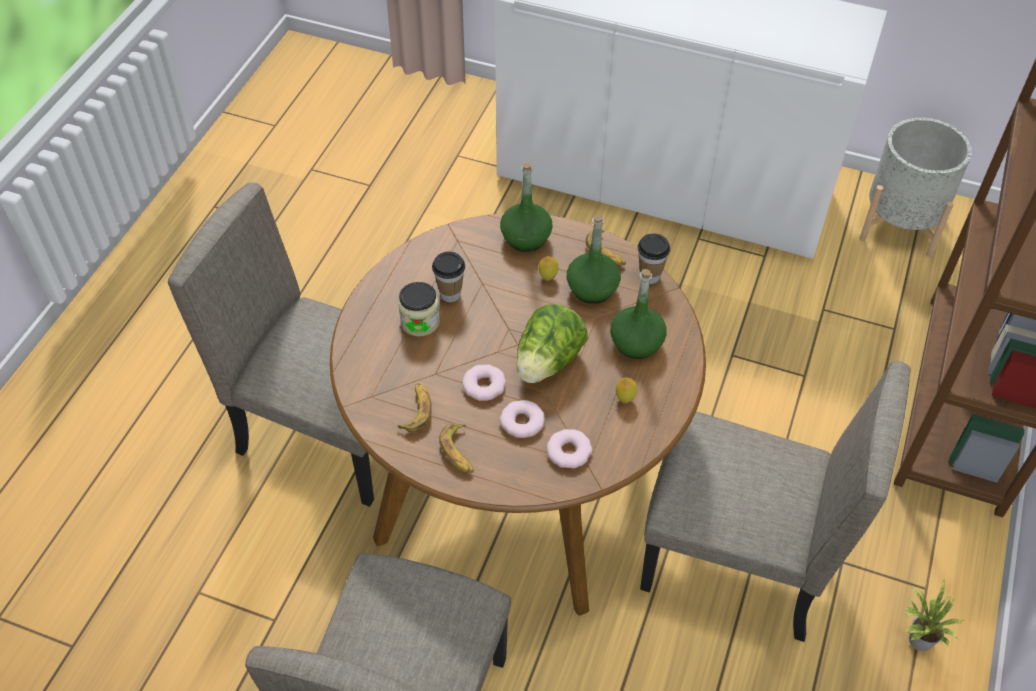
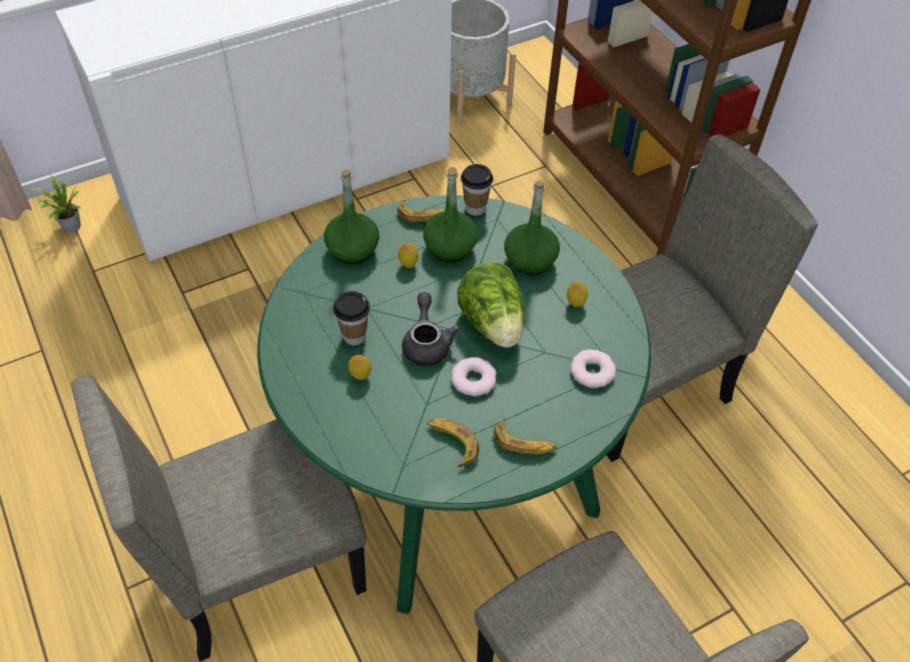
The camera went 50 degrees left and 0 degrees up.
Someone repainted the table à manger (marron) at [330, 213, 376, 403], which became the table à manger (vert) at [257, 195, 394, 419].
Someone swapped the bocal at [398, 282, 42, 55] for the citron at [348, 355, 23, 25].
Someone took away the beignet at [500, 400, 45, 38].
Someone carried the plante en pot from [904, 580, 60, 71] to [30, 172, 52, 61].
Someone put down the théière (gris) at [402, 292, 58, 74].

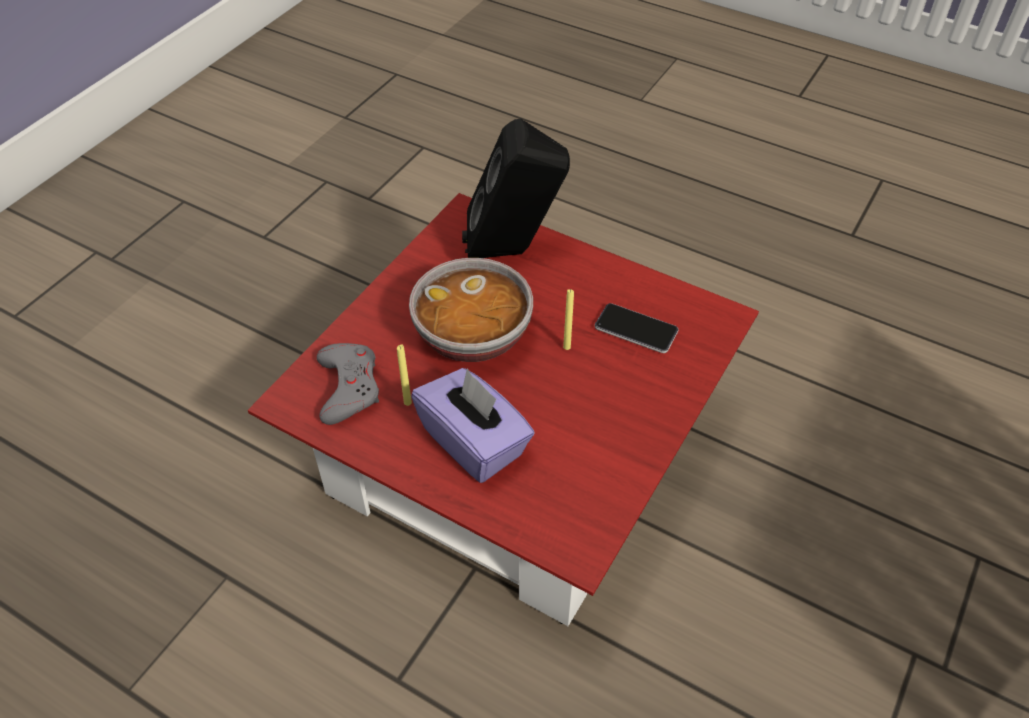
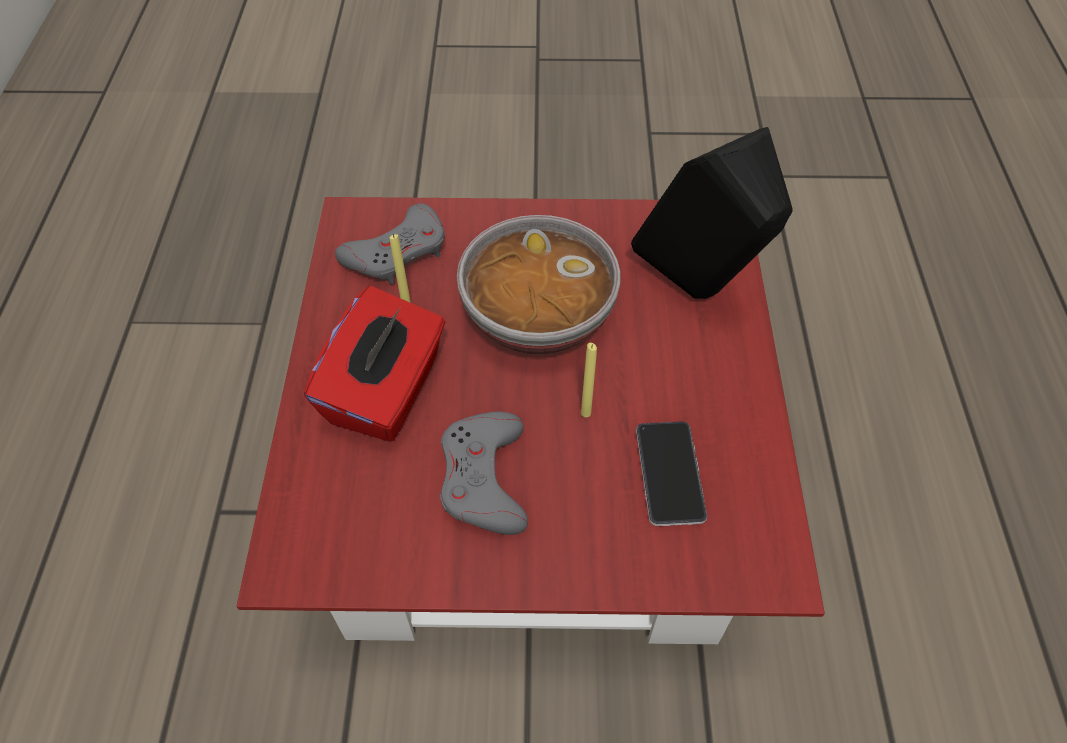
The camera went 60 degrees right and 5 degrees up.
Someone repainted the boîte à mouchoirs (violet) at [411, 368, 124, 115], which became the boîte à mouchoirs (rouge) at [304, 286, 141, 156].
Someone put down the manette (gris) at [440, 412, 88, 123].

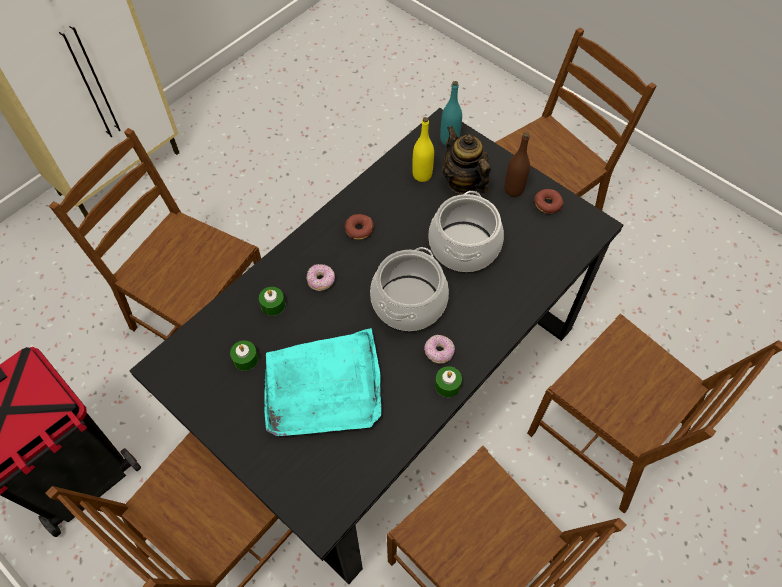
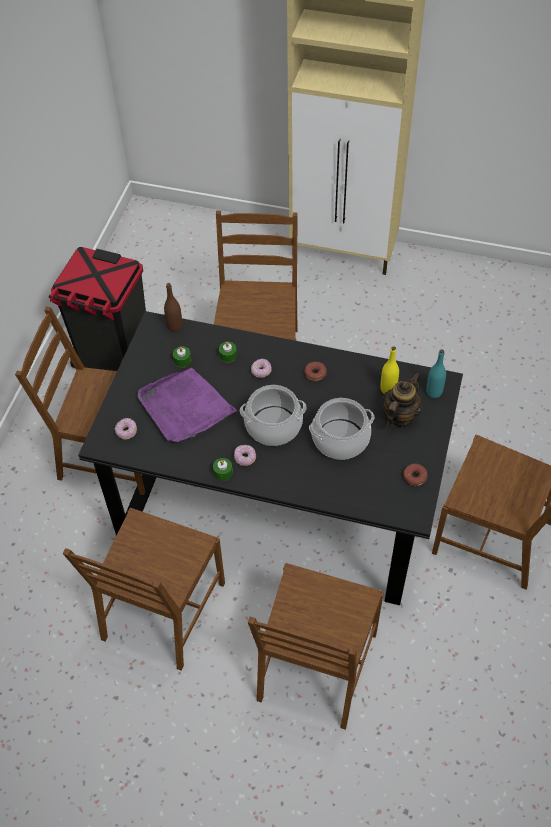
The camera went 65 degrees right and 5 degrees down.
Someone carried the bouteille (marron) from [504, 132, 26, 65] to [164, 283, 19, 49].
Someone repainted the plateau (turquoise) at [264, 328, 117, 108], which became the plateau (violet) at [138, 368, 99, 74].
Someone put down the beignet at [115, 418, 22, 21].

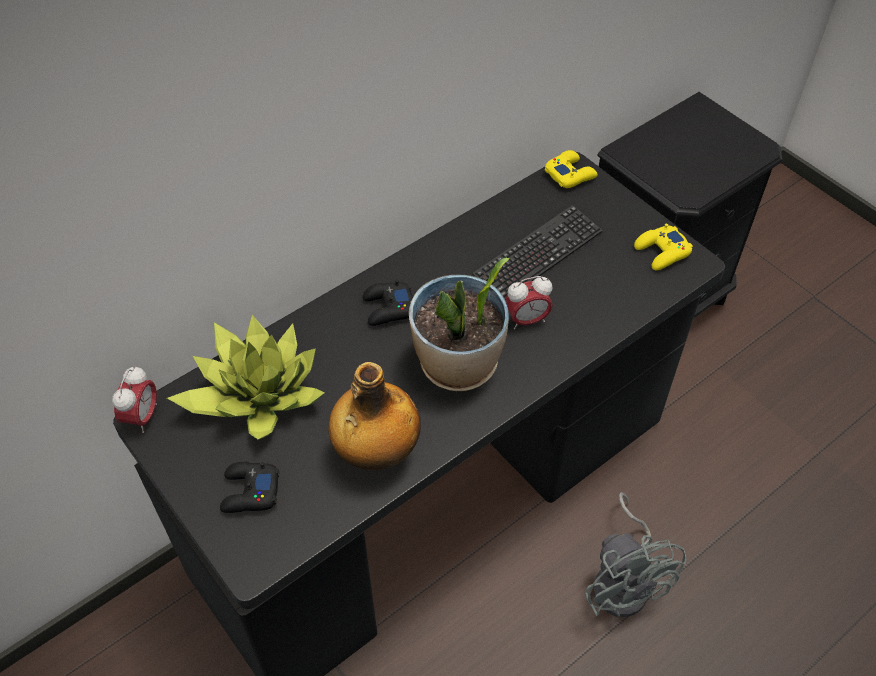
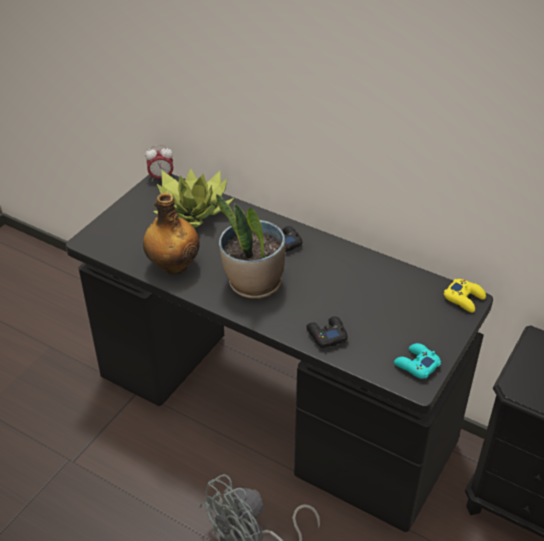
The camera went 70 degrees right and 10 degrees down.
Someone took away the clavier at [472, 205, 131, 94].
Someone repainted the manette (jaune) at [634, 224, 59, 46], which became the manette (turquoise) at [394, 343, 47, 36].
Someone took away the réveil at [505, 276, 48, 53].
Someone carried the manette (noir) from [220, 462, 59, 51] to [306, 316, 42, 32].

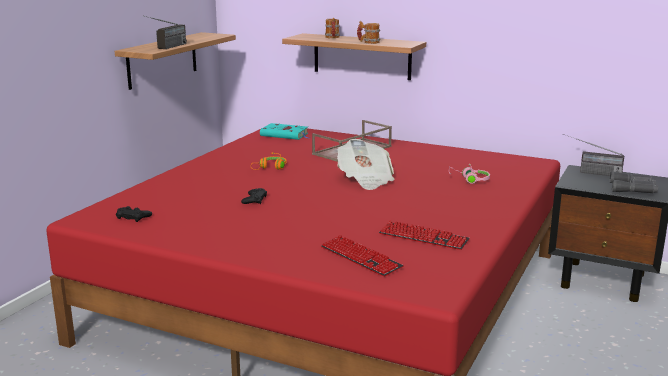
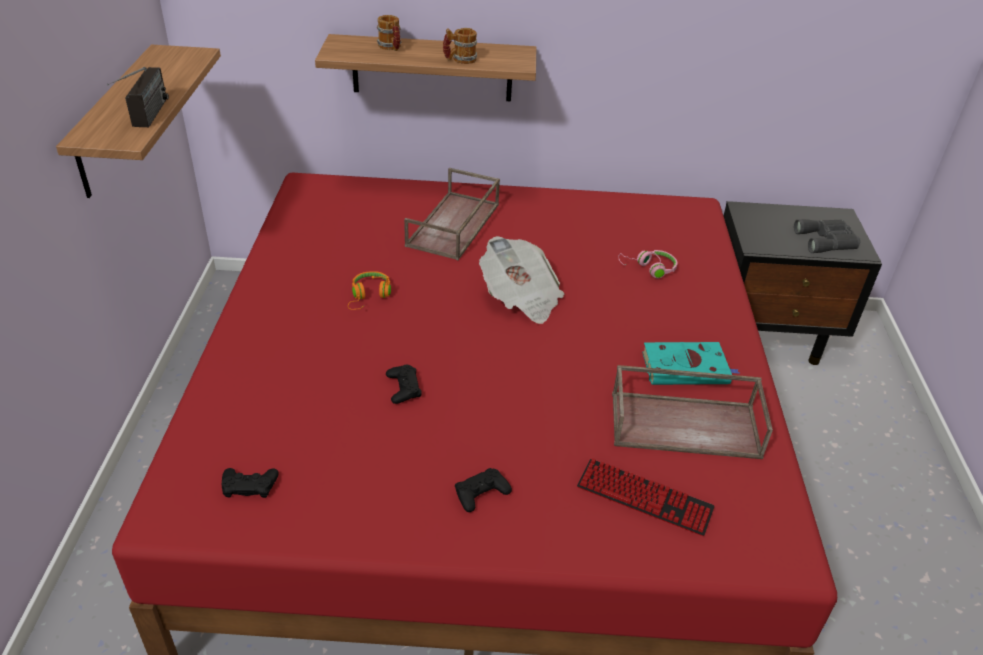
The camera went 25 degrees left and 20 degrees up.
Someone carried the livre (turquoise) from [260, 123, 50, 17] to [642, 342, 98, 43].
Someone took away the radio at [566, 135, 58, 41].
Someone swapped the clavier at [379, 221, 91, 29] for the plateau (marron) at [612, 365, 161, 94].
Someone put down the manette (noir) at [455, 468, 57, 44].

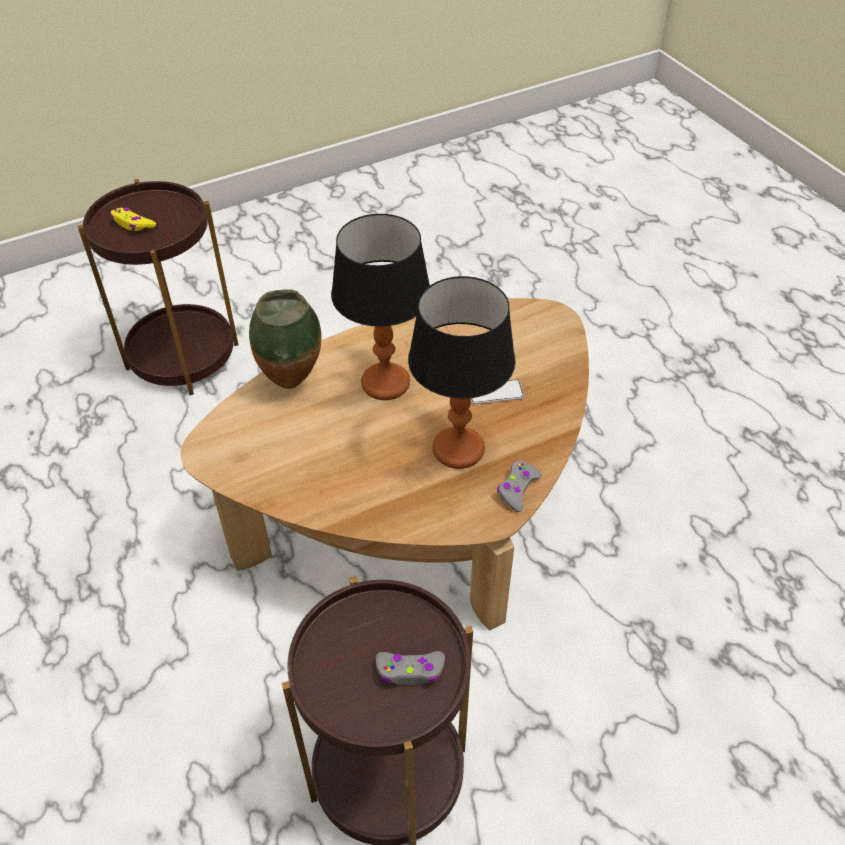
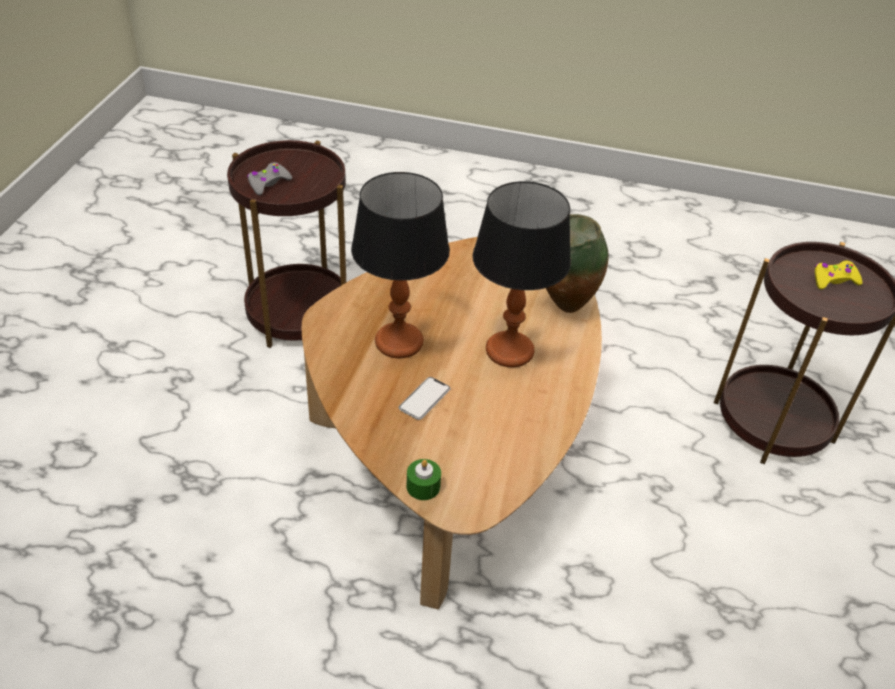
The camera went 130 degrees right and 5 degrees down.
Someone took away the manette (gris) at [497, 460, 45, 52].
Someone put down the bougie (vert) at [407, 459, 34, 41].

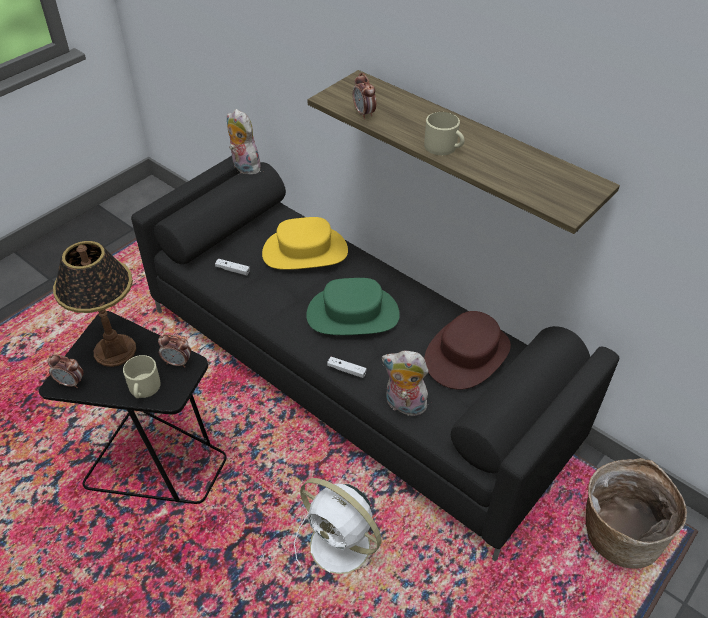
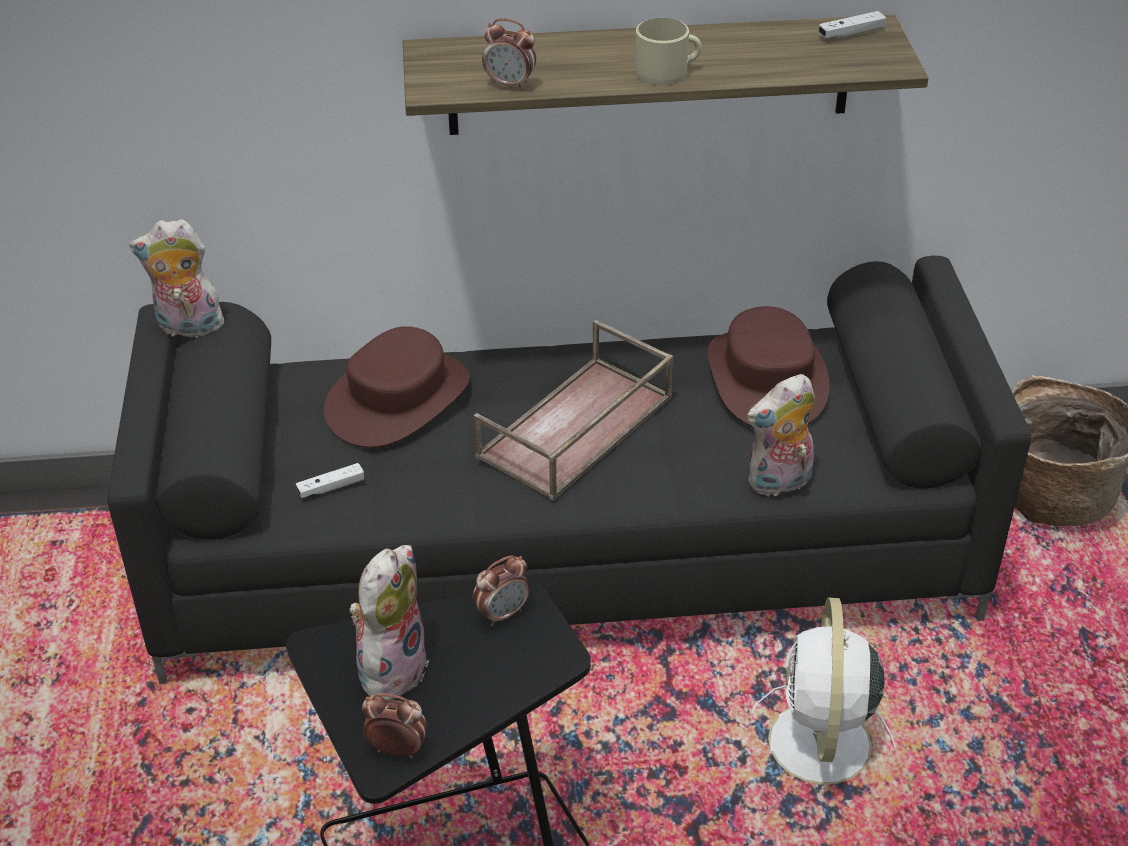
The camera went 45 degrees left and 5 degrees down.
Someone repainted the chapeau (jaune) at [262, 217, 86, 53], which became the chapeau (marron) at [324, 326, 146, 122].
Someone swapped the lampe de table at [53, 241, 83, 126] for the peluche at [349, 545, 80, 155].
Someone swapped the chapeau (vert) at [306, 278, 94, 57] for the plateau (marron) at [473, 320, 201, 181].
Someone rotated the réveil at [48, 354, 36, 34] by 135 degrees counterclockwise.
Someone took away the mug (beige) at [123, 355, 38, 43].
Someone carried the manette (blanc) from [327, 357, 40, 21] to [819, 11, 67, 28].
Someone rotated the ventilateur (blanc) at [294, 478, 88, 96] by 105 degrees clockwise.

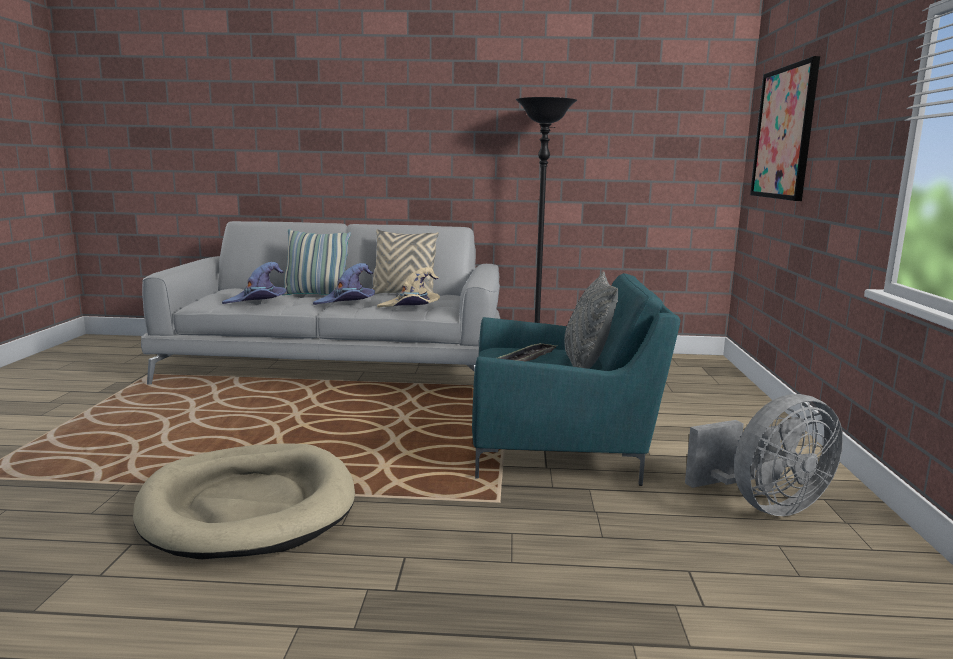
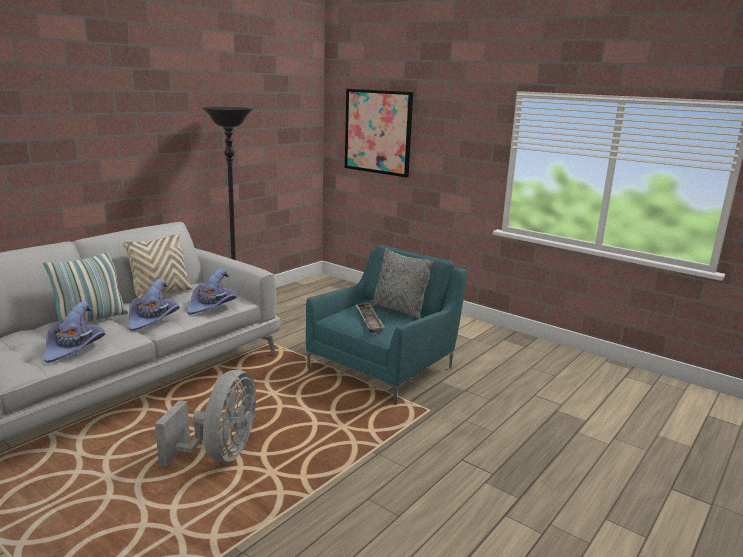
The camera went 55 degrees left and 5 degrees up.
Someone repainted the chapeau (beige) at [377, 267, 63, 41], which became the chapeau (violet) at [187, 268, 50, 47].
Someone carried the ventilateur (gris) from [685, 394, 158, 122] to [155, 370, 101, 97].
Someone took away the panier pour chien (beige) at [133, 443, 222, 116].

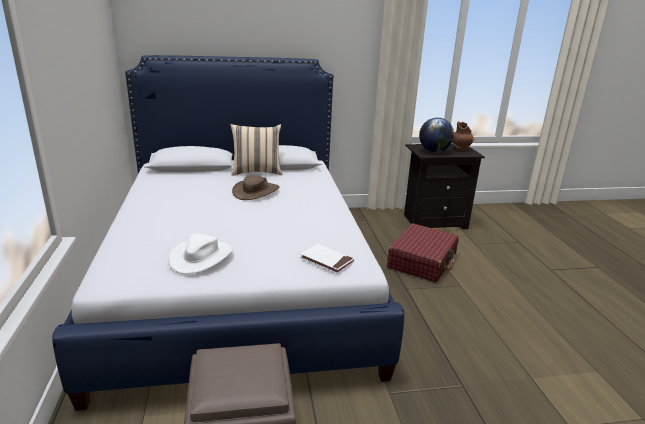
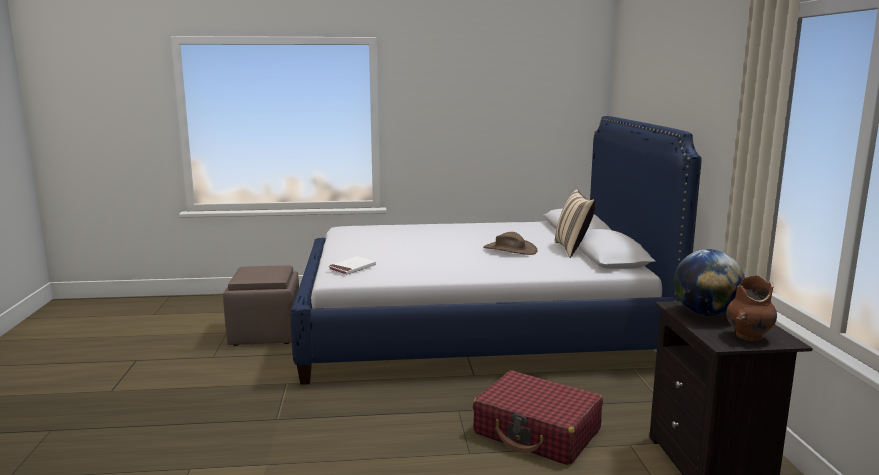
The camera went 95 degrees right and 10 degrees down.
Someone took away the chapeau (blanc) at [168, 233, 65, 41].

